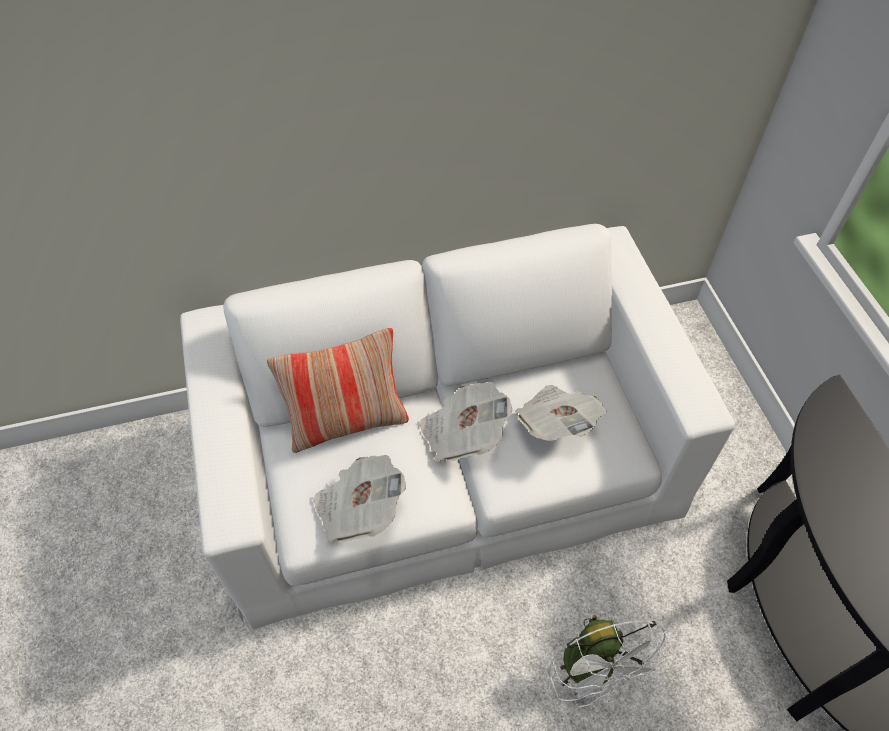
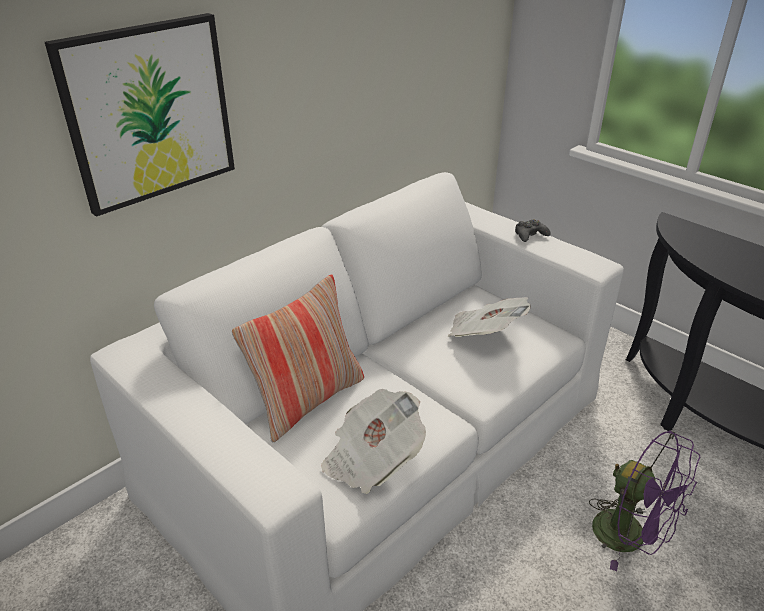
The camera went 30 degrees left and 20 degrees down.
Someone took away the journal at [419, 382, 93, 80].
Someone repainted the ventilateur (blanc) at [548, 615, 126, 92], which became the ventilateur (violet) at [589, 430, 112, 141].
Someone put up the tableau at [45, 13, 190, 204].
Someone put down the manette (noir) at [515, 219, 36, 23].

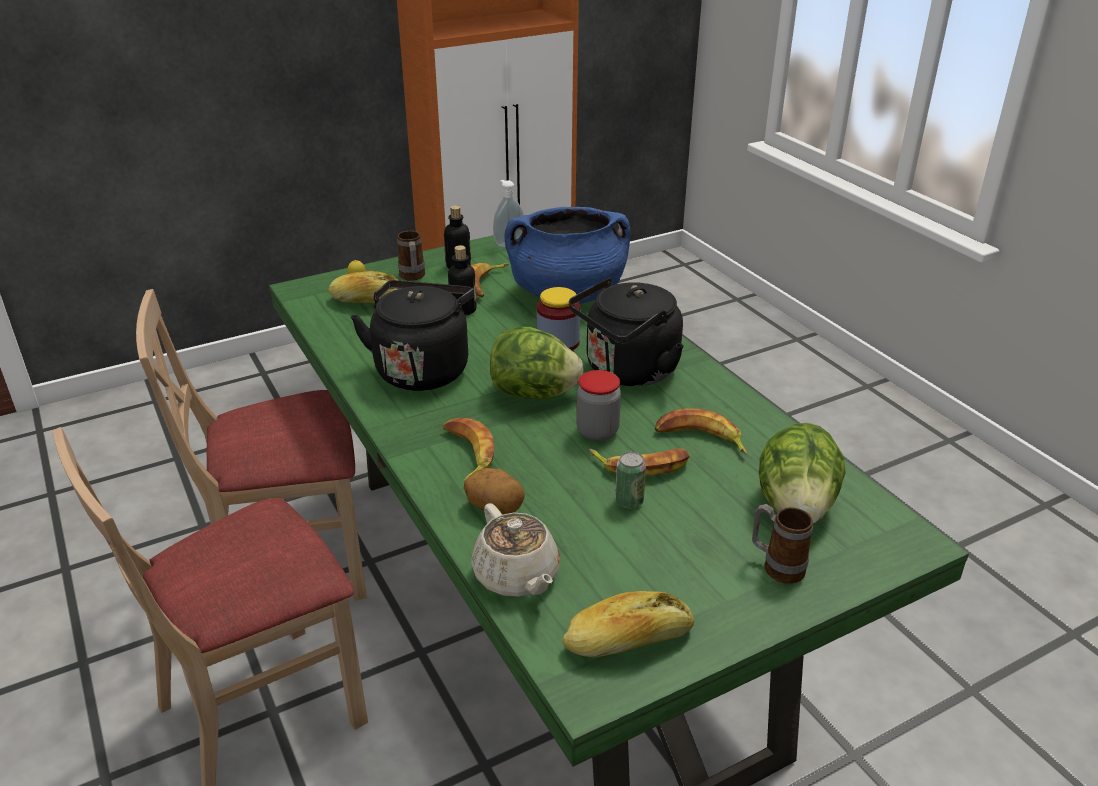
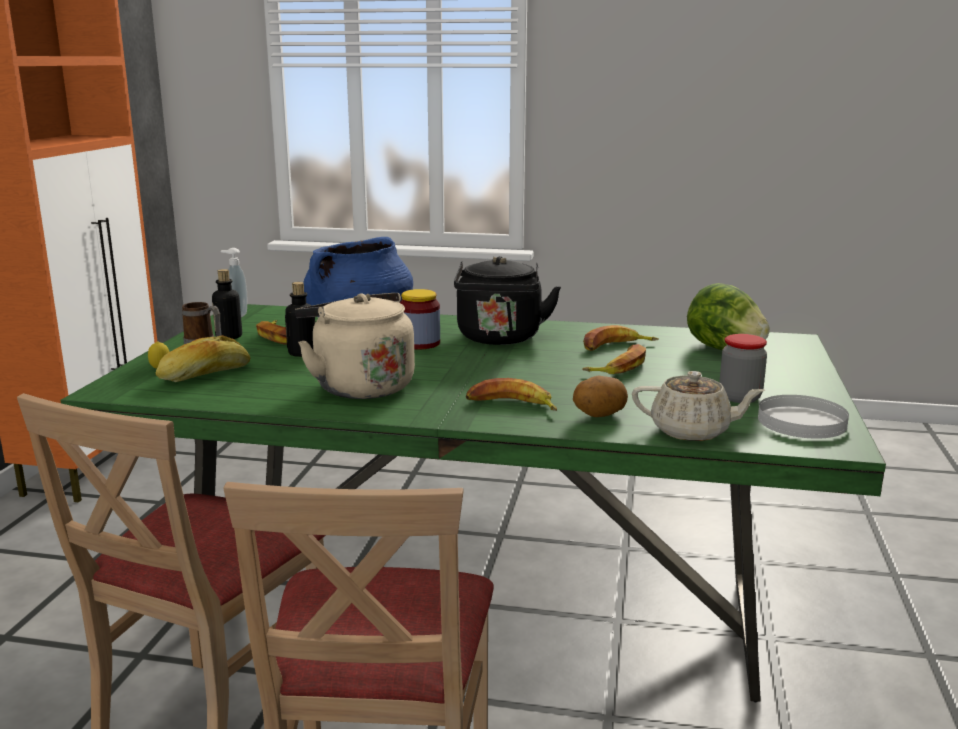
The camera went 50 degrees left and 15 degrees down.
Someone repainted the bouilloire (noir) at [351, 280, 123, 111], which became the bouilloire (beige) at [295, 293, 120, 106].
Someone took away the laitue at [490, 327, 93, 72].
Someone carried the bocal from [576, 370, 45, 71] to [719, 334, 48, 69].
Someone took away the boîte métallique at [615, 452, 31, 57].
Someone took away the mug at [752, 504, 61, 80].
Someone swapped the pain at [563, 591, 131, 66] for the assiette (blanc) at [758, 395, 91, 44].

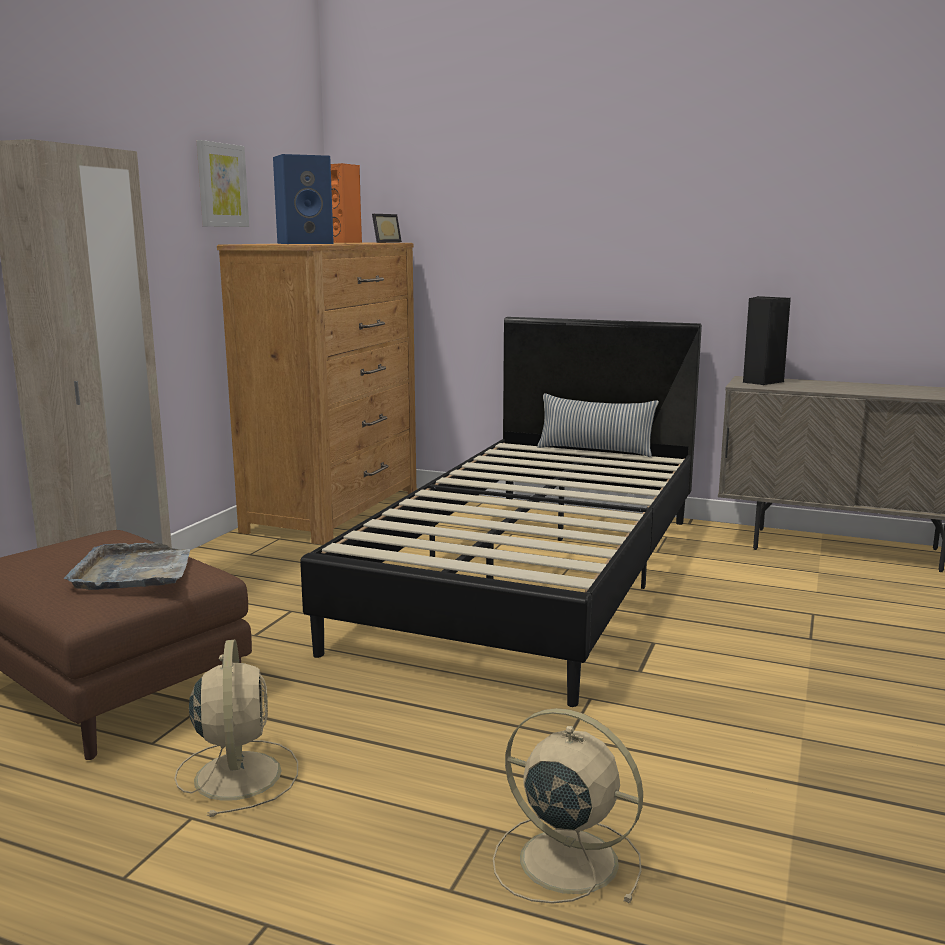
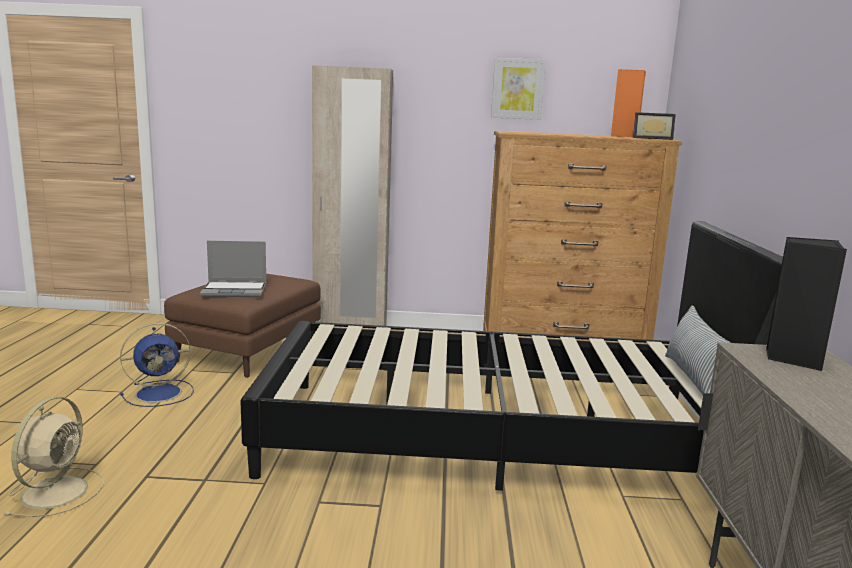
The camera went 70 degrees right and 0 degrees up.
Someone took away the enceinte (bleu) at [273, 154, 61, 90].
Someone swapped the plateau (gris) at [64, 542, 126, 48] for the ordinateur portable at [200, 241, 67, 56].
Someone repainted the ventilateur (beige) at [174, 640, 124, 177], which became the ventilateur (bleu) at [120, 323, 74, 84].

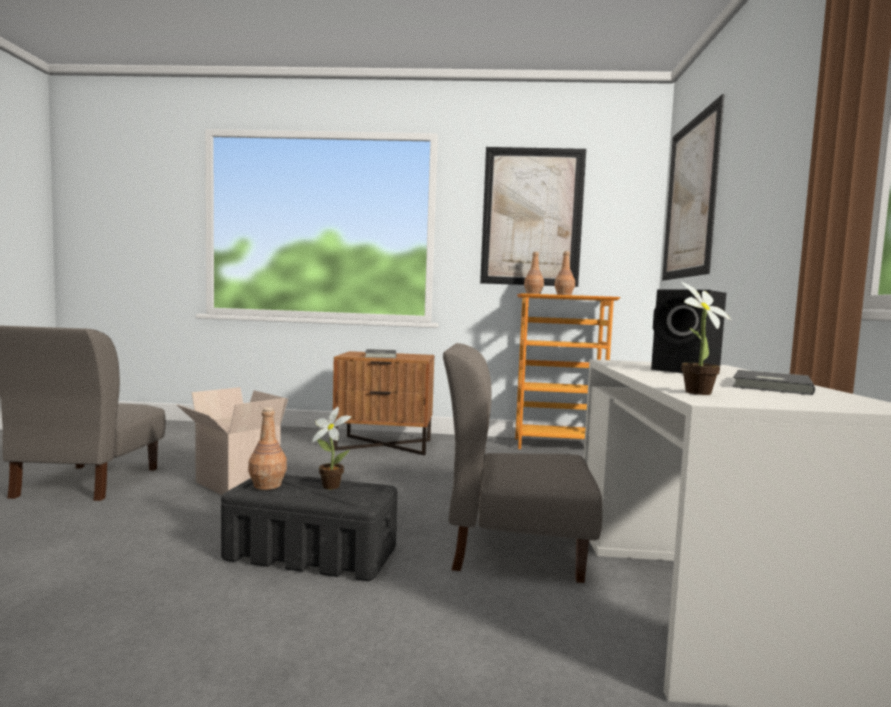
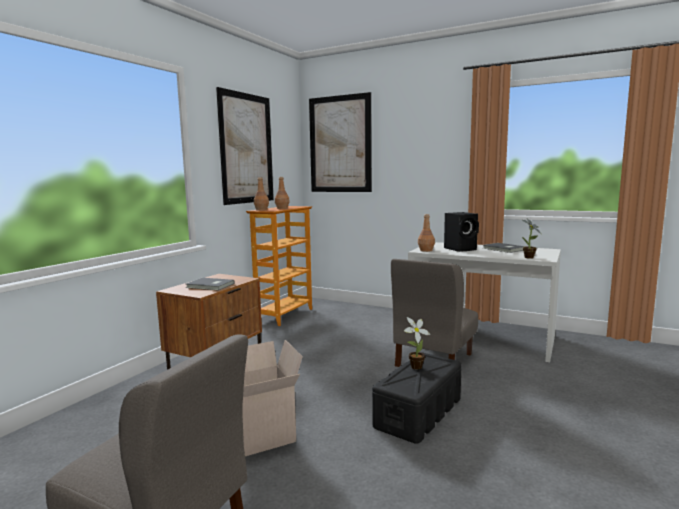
The camera went 65 degrees left and 5 degrees up.
Someone carried the bouteille (marron) from [248, 407, 39, 83] to [418, 214, 17, 38].

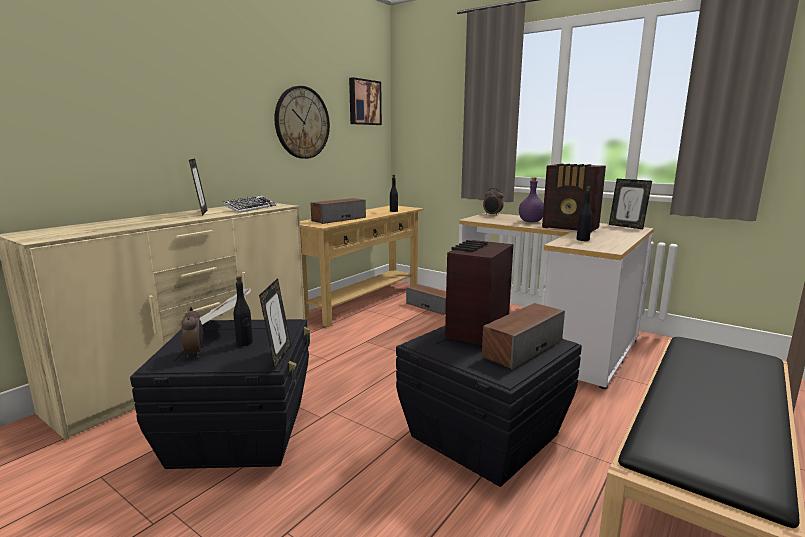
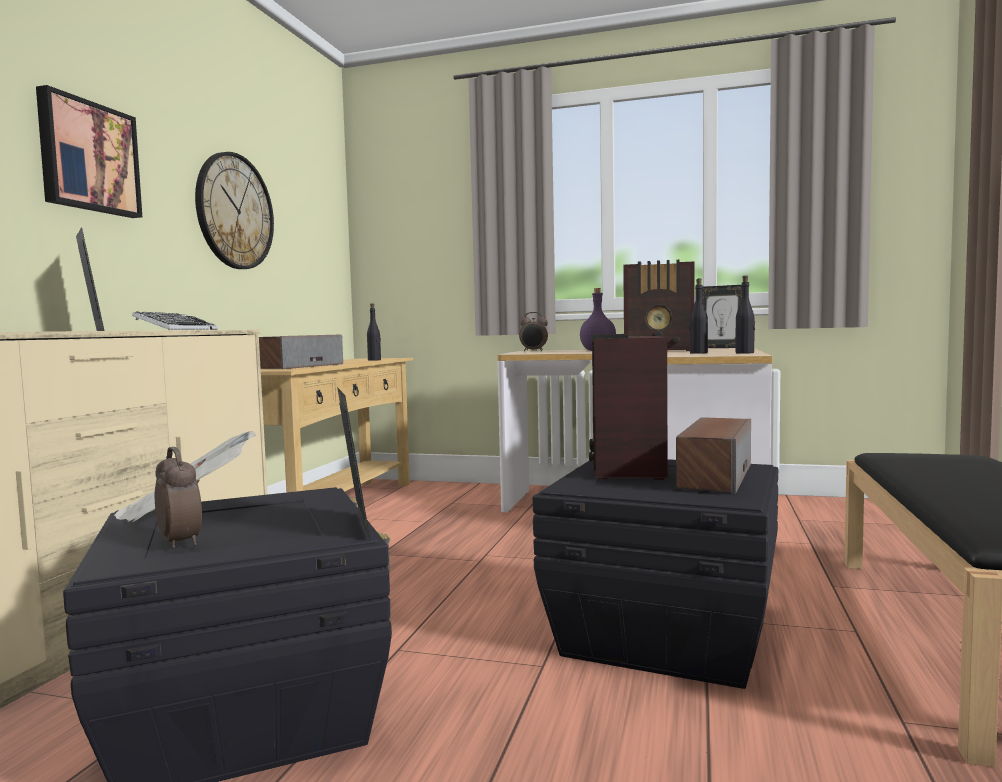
The camera went 20 degrees left and 10 degrees down.
Someone carried the tableau from [349, 77, 33, 48] to [36, 85, 106, 133].
Someone carried the bouteille (noir) from [233, 276, 20, 70] to [735, 276, 20, 78].
Someone took away the enceinte at [406, 284, 40, 31].

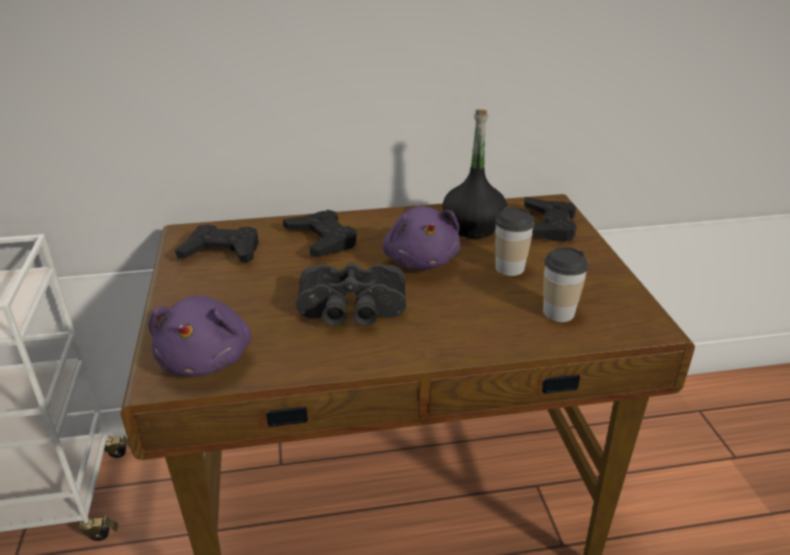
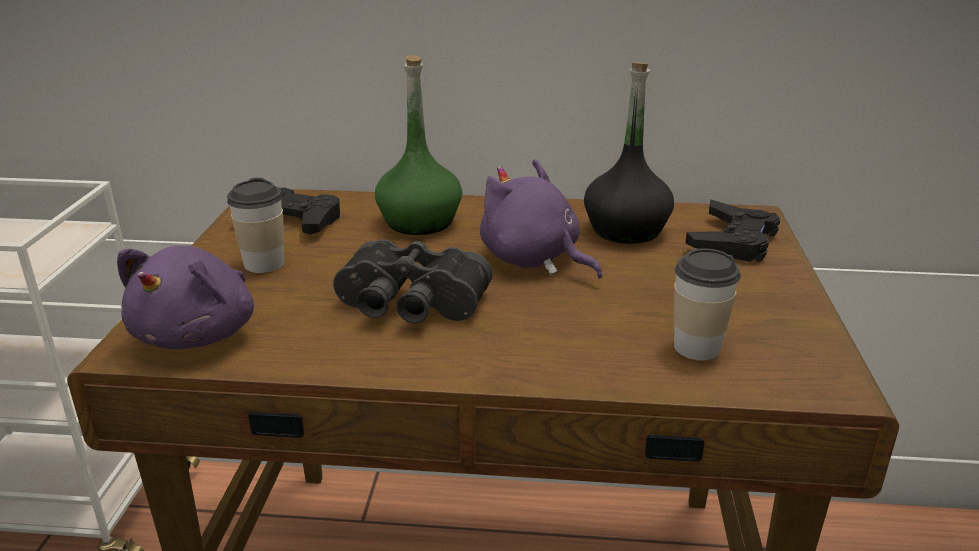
The camera went 15 degrees right and 5 degrees down.
Someone rotated the peluche (violet) at [383, 206, 77, 64] by 135 degrees clockwise.
Someone carried the tasse from [495, 206, 40, 70] to [227, 178, 57, 95].
Someone swapped the manette (noir) at [283, 210, 74, 46] for the bouteille (vert) at [375, 55, 87, 180].

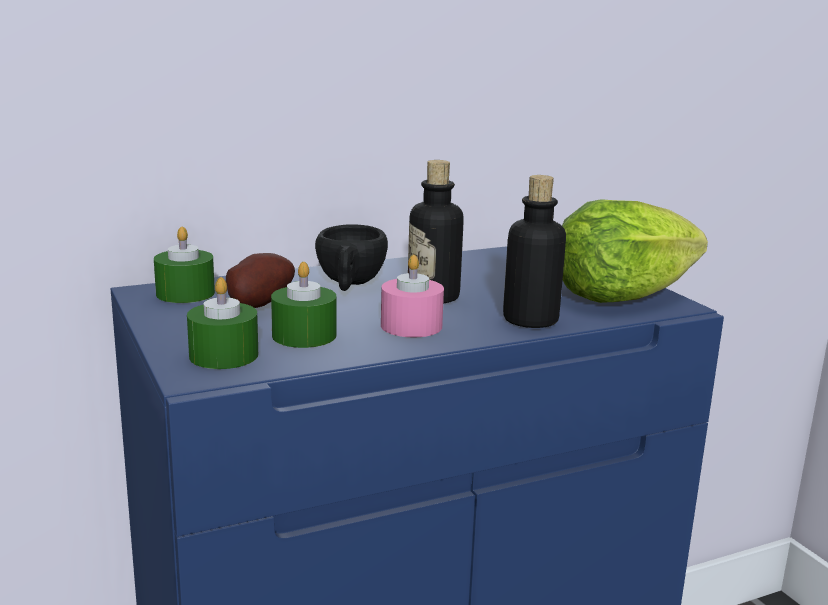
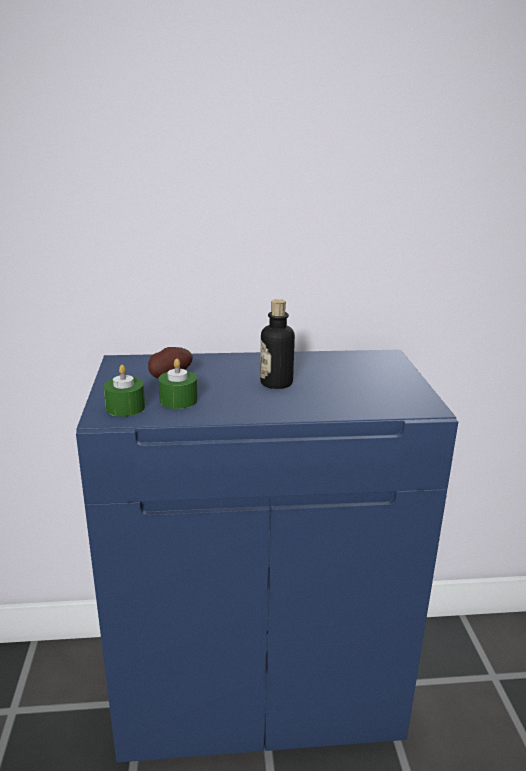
The camera went 20 degrees right and 5 degrees up.
Someone took away the bouteille at [503, 175, 63, 153].
Someone took away the laitue at [562, 199, 146, 104].
Someone took away the tasse (noir) at [315, 224, 73, 67].
Someone took away the bougie (vert) at [154, 227, 61, 76].
Someone took away the bougie (rose) at [381, 255, 63, 82].

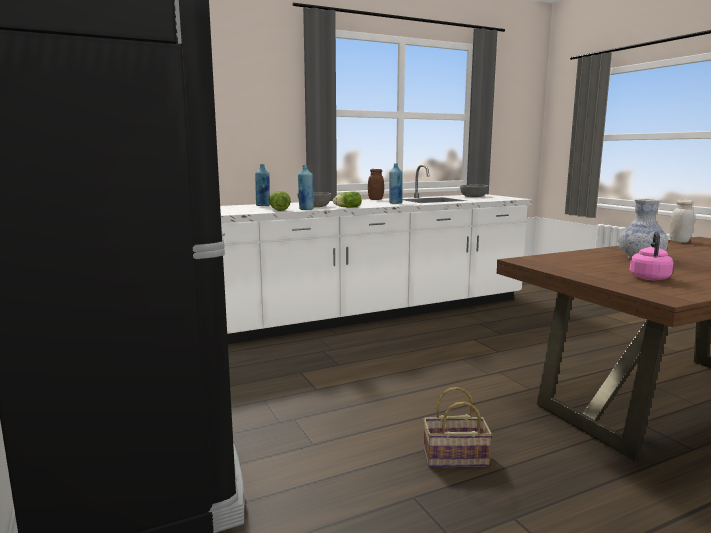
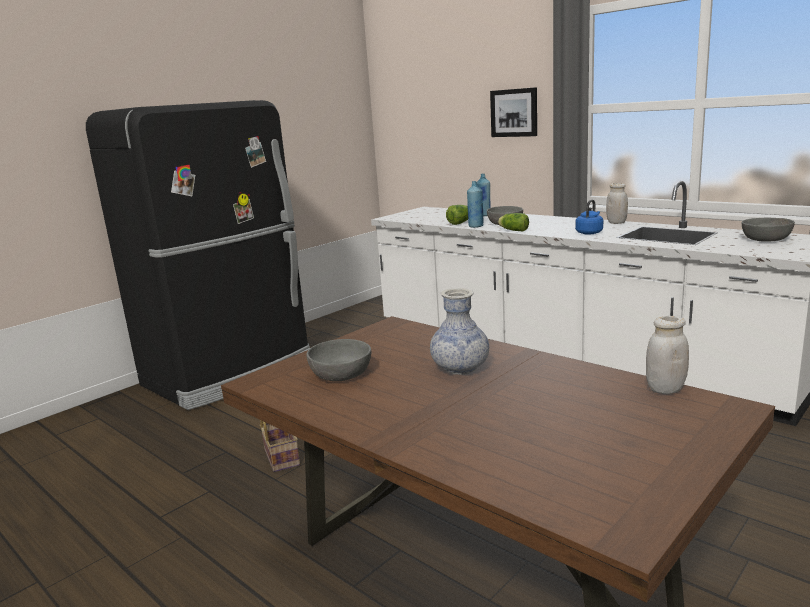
The camera went 70 degrees right and 5 degrees up.
Someone swapped the bouteille (bleu) at [389, 163, 14, 41] for the bouilloire (bleu) at [575, 200, 28, 35].
Someone repainted the bocal (marron) at [368, 169, 16, 31], which became the bocal (blanc) at [606, 183, 22, 41].
Someone swapped the bouilloire (rose) at [630, 232, 44, 48] for the bol (gris) at [307, 339, 64, 42].
Someone put up the tableau at [490, 87, 47, 50].

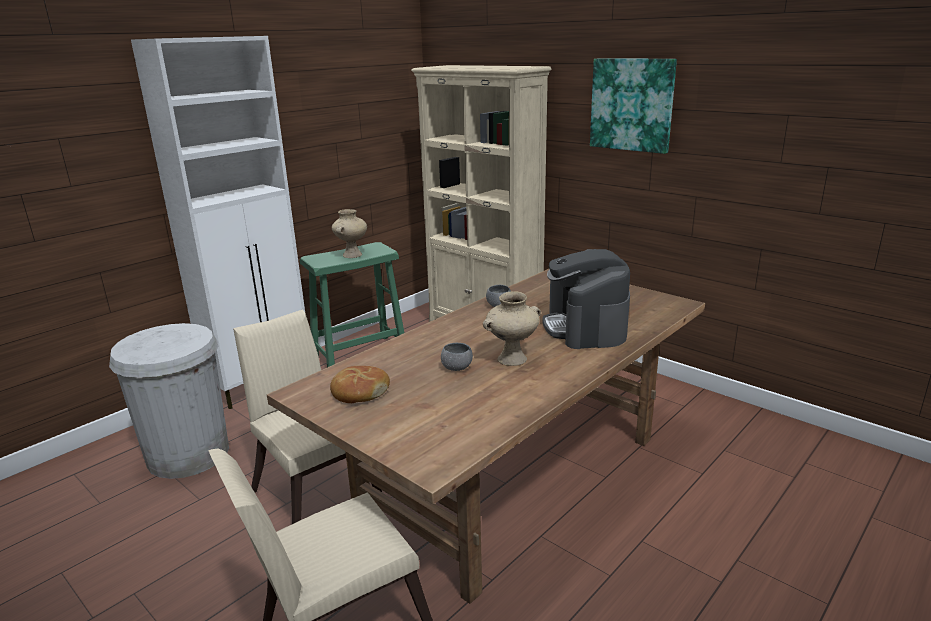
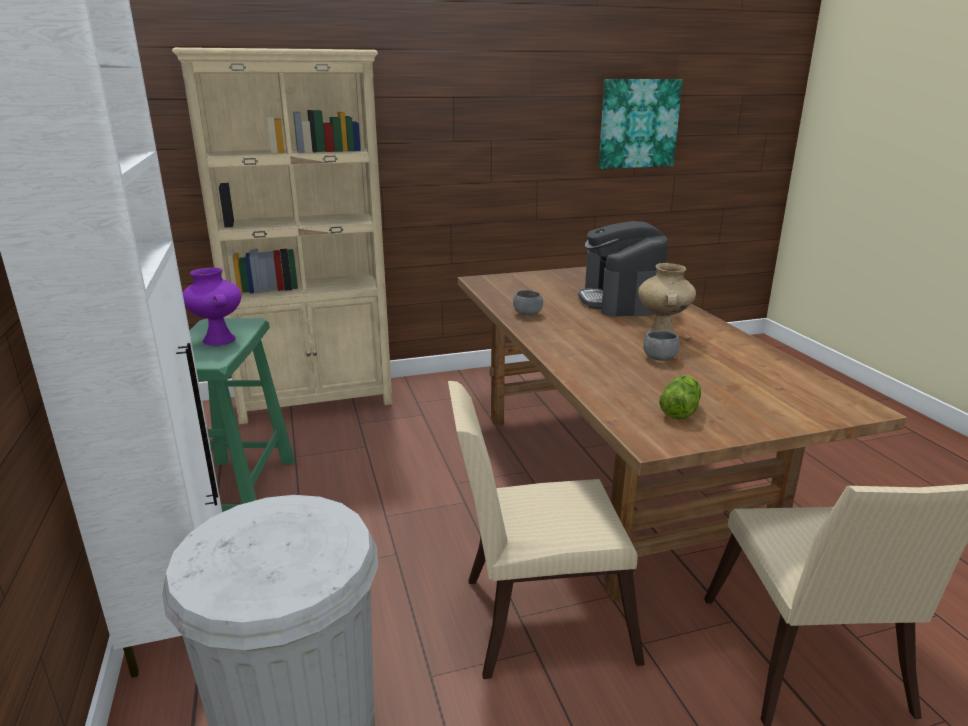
The camera went 60 degrees left and 0 degrees up.
Someone carried the tableau from [590, 59, 87, 95] to [599, 79, 84, 90].
Someone repainted the vase (beige) at [332, 209, 35, 49], which became the vase (violet) at [183, 268, 58, 78].
Someone rotated the machine à café at [542, 249, 88, 100] by 60 degrees clockwise.
Someone swapped the pain at [330, 366, 60, 37] for the laitue at [659, 376, 42, 44].

